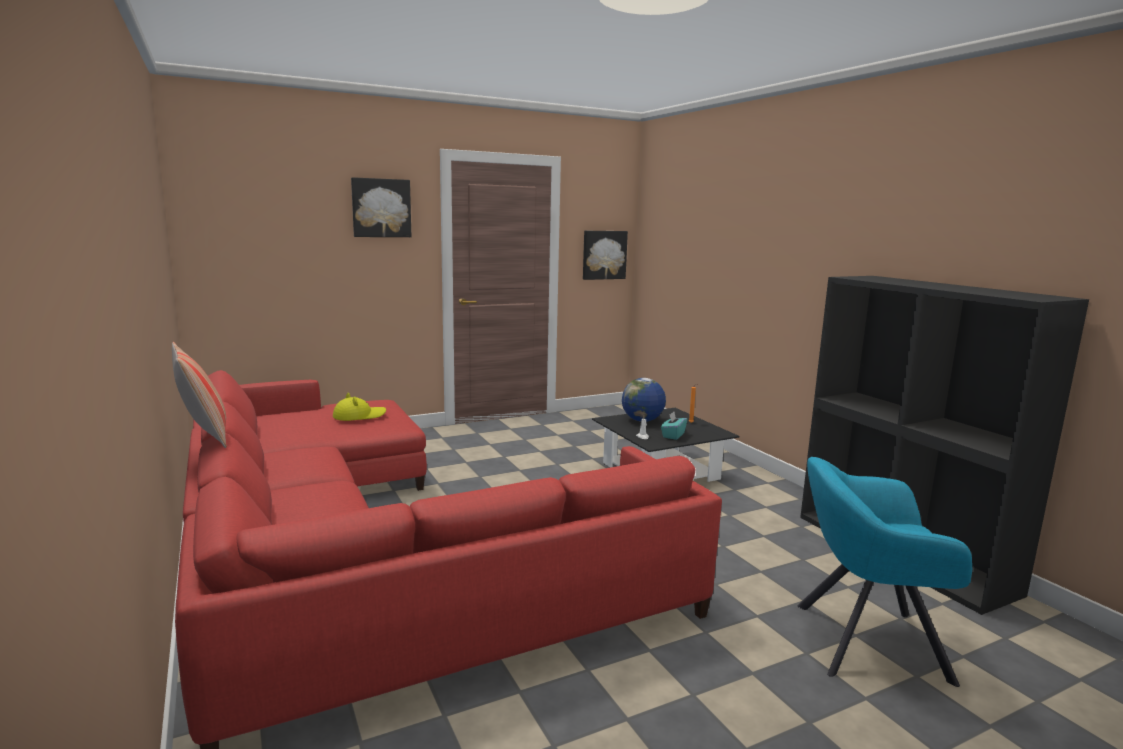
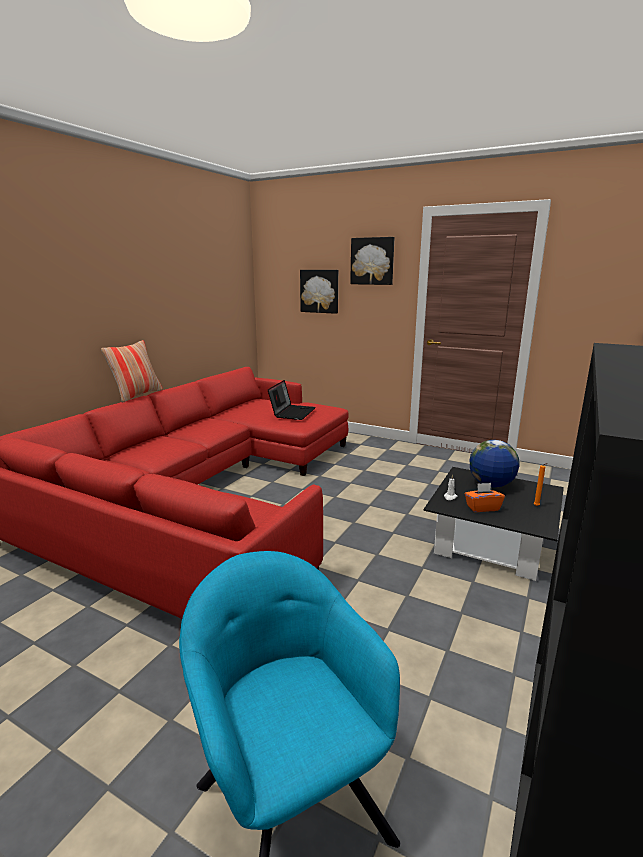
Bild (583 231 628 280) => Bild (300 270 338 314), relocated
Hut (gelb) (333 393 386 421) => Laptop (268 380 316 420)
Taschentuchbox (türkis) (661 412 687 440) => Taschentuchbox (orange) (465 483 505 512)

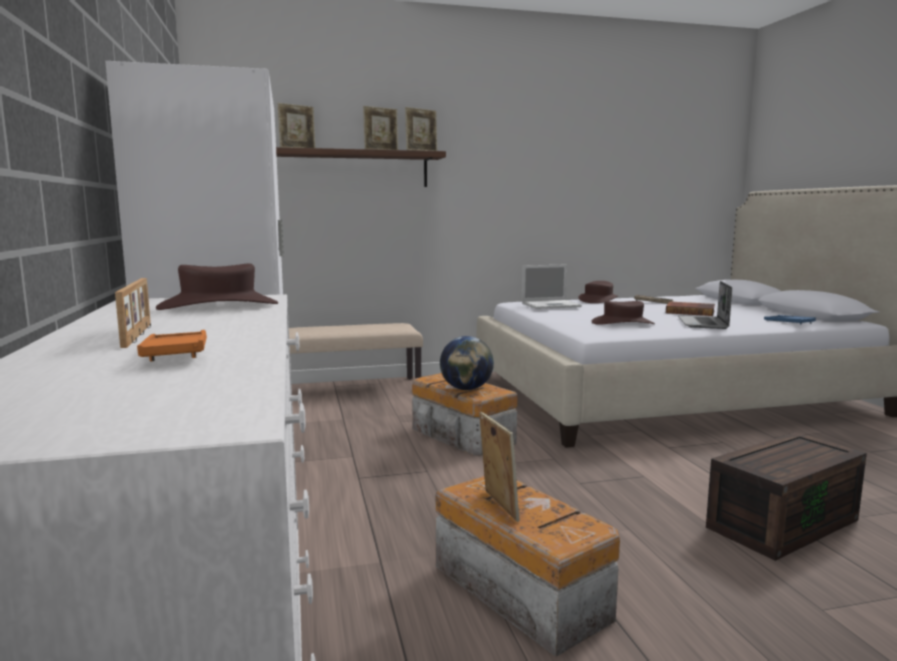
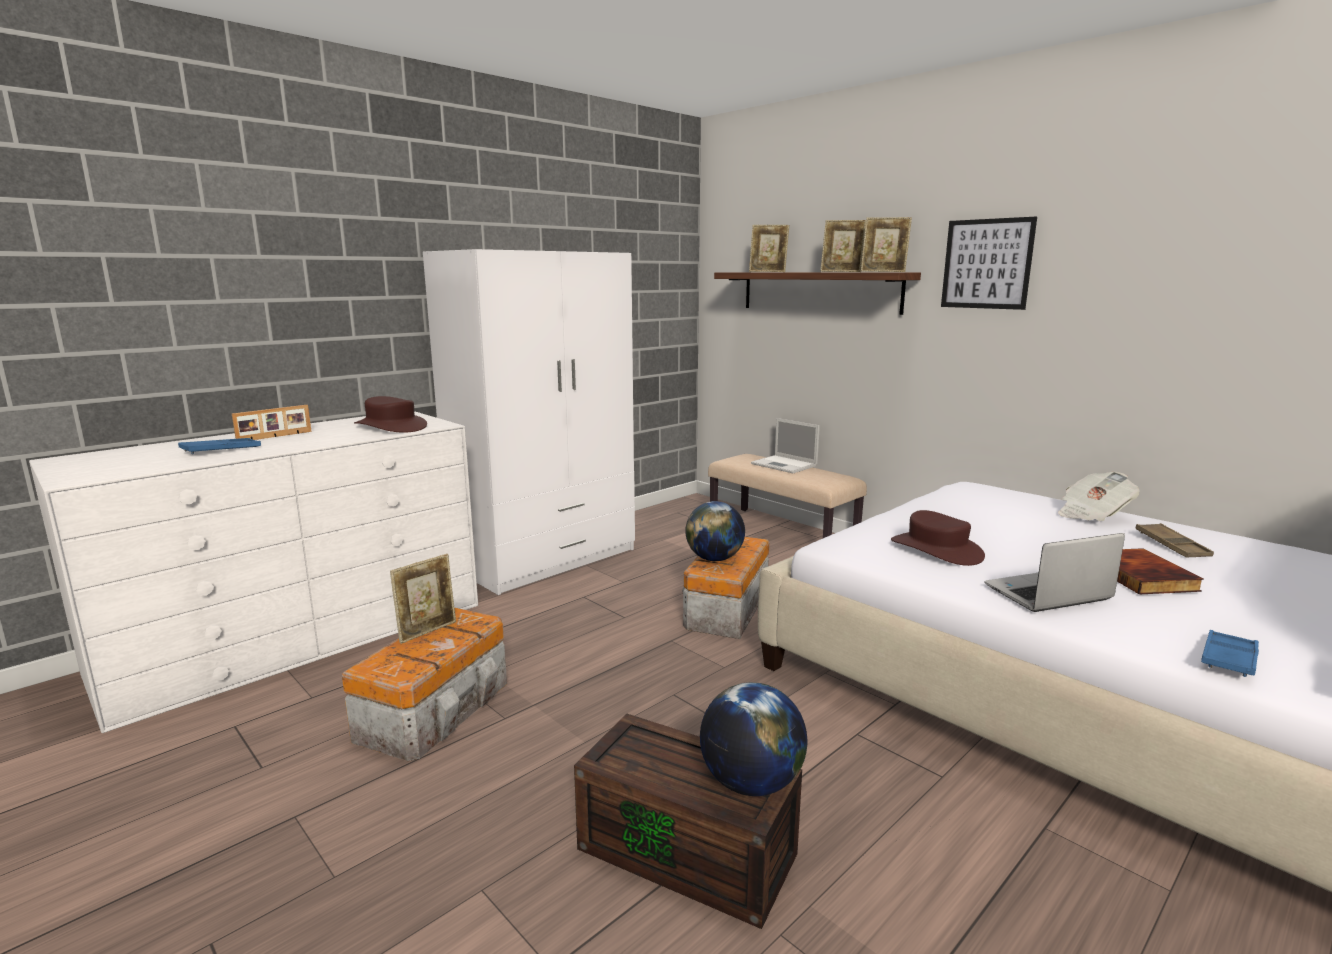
Laptop (522 264 582 309) => Laptop (751 418 820 473), relocated
Hut (braun) (578 281 618 303) => Zeitung (1058 472 1140 521)
Tablett (orange) (137 330 207 361) => Tablett (blau) (178 438 261 454)
nothing => Bild (941 217 1037 310)
nothing => Globus (700 682 807 796)

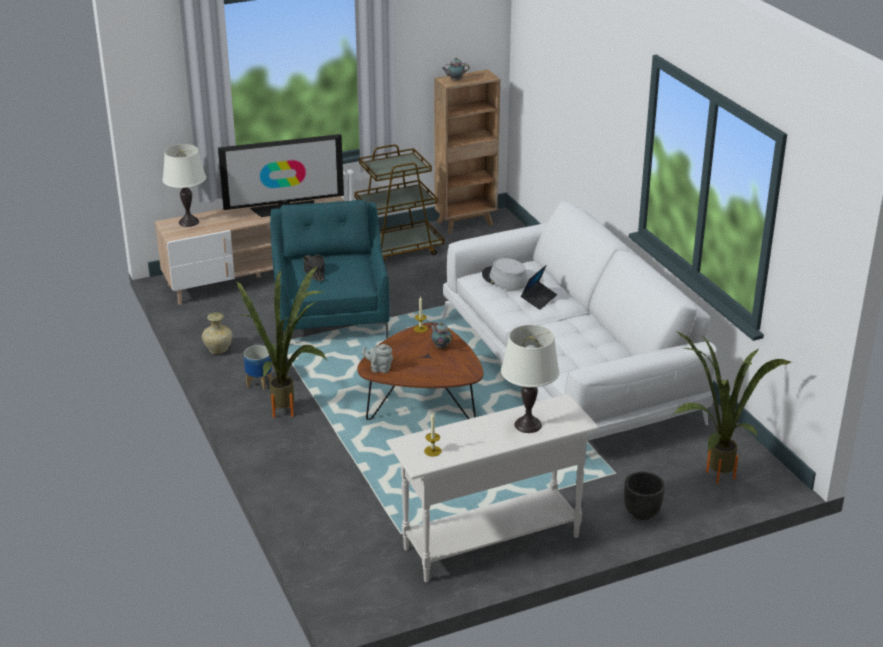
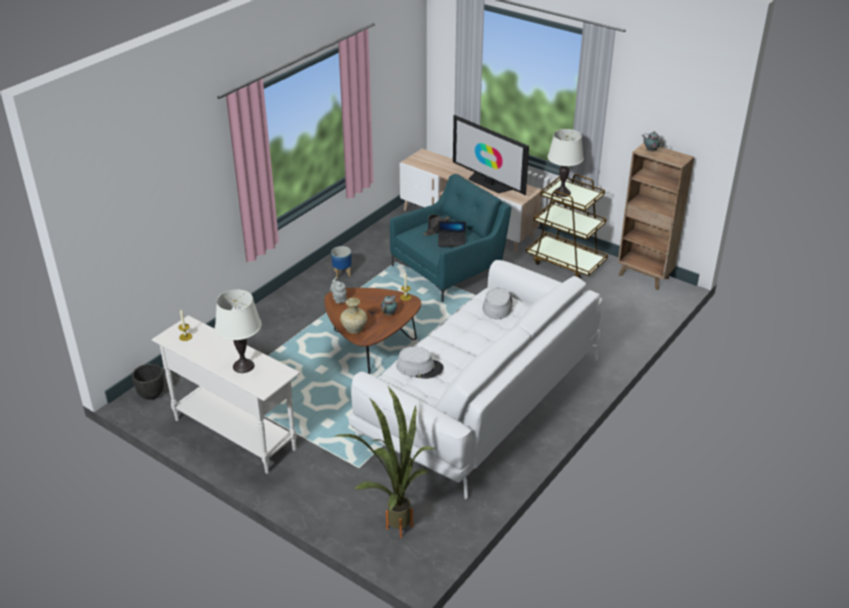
Tischlampe (weiß) (162 144 206 227) => Tischlampe (weiß) (548 129 584 197), relocated
Laptop (521 265 557 310) => Laptop (438 221 466 247), relocated
Topfpflanze (236 266 327 418) => nothing
Vase (beige) (202 313 233 354) => Vase (beige) (340 298 367 334), relocated
Pflanzkübel (schwarz) (624 472 665 520) => Pflanzkübel (schwarz) (132 364 164 400), relocated
nothing => Hut (grau) (396 347 443 379)

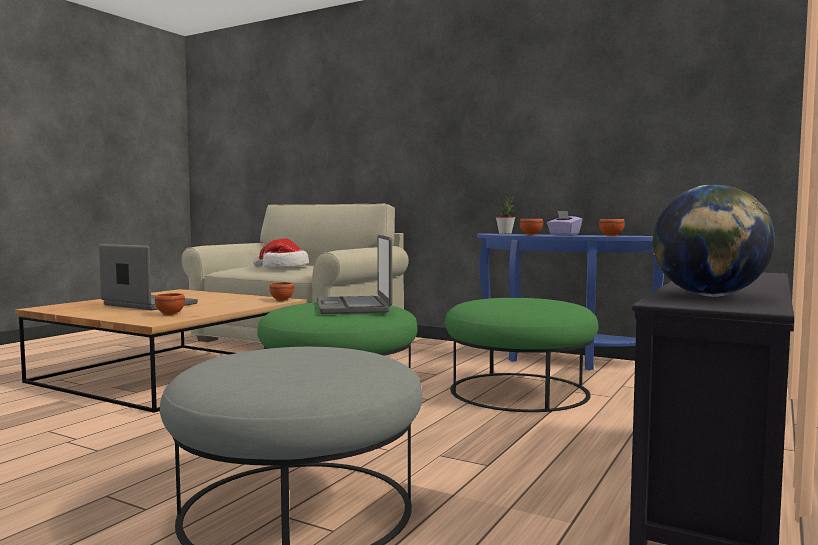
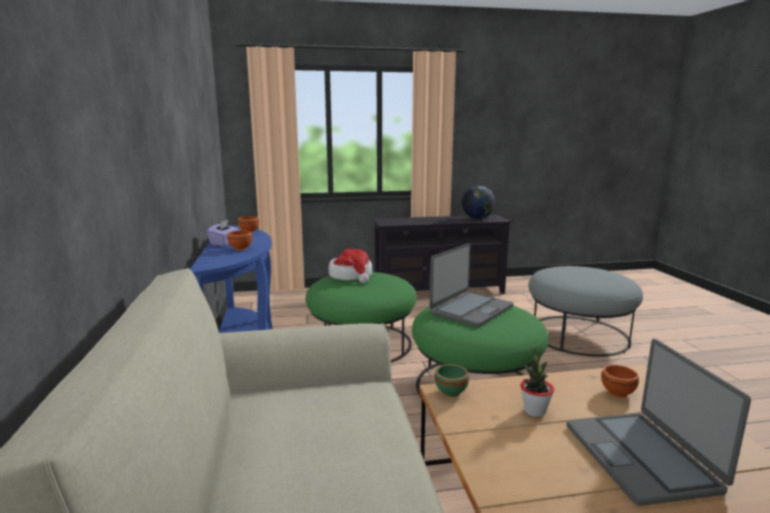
Topfpflanze (496 196 515 234) => Topfpflanze (520 348 554 417), relocated
Hut (253 238 309 267) => Hut (329 249 372 284), relocated
Schüssel (braun) (269 282 294 301) => Schüssel (grün) (435 364 469 398)

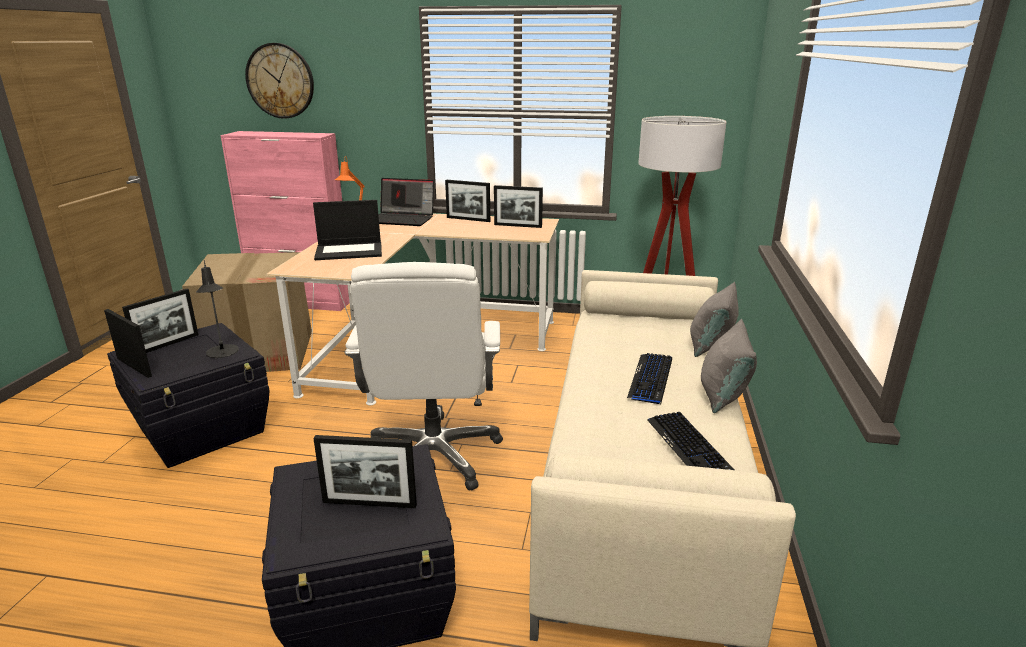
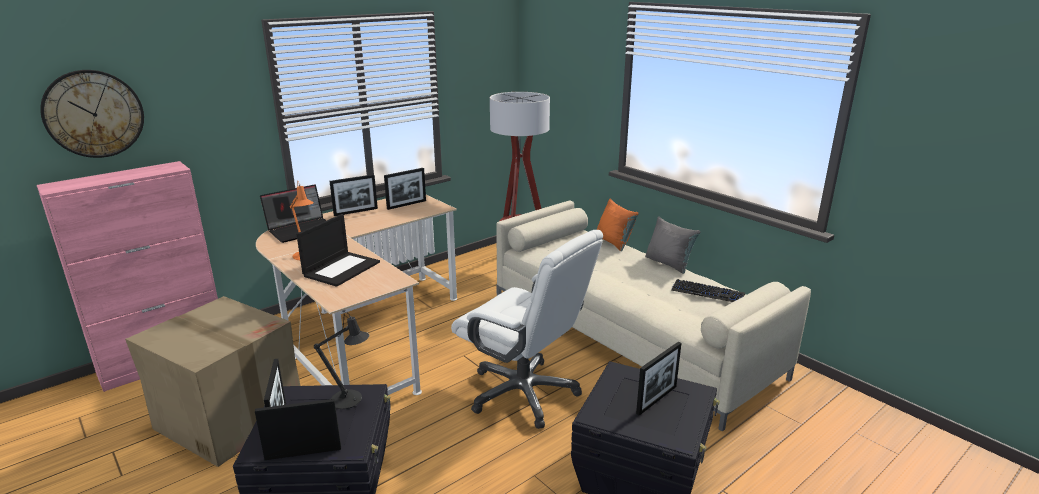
Kissen (grau) (690 282 739 357) => Kissen (orange) (597 198 639 251)
Tastatur (627 353 672 405) => nothing

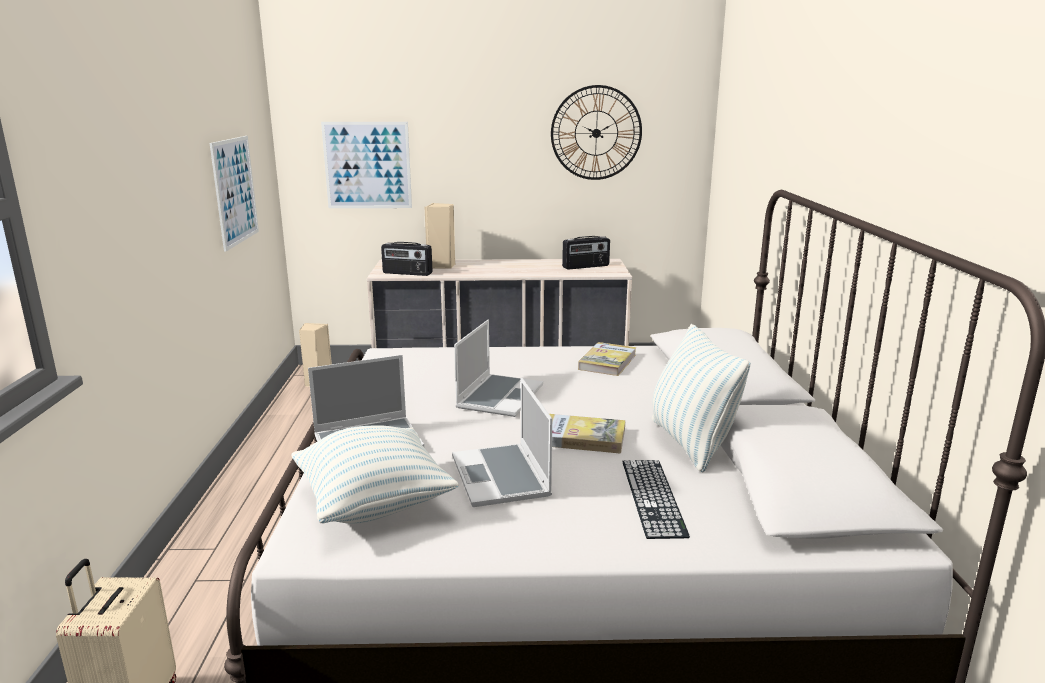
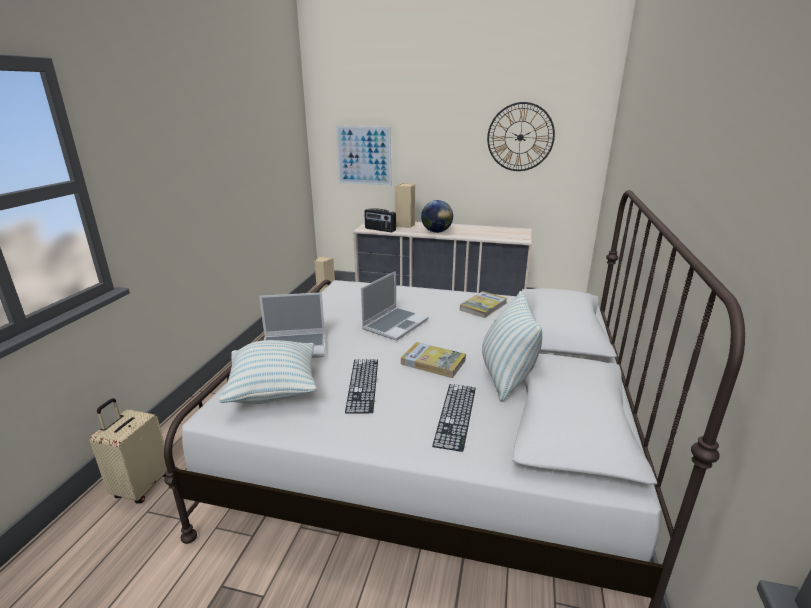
Bild (210 136 259 251) => nothing
Radio (562 236 610 270) => nothing
Laptop (452 378 552 507) => Tastatur (345 359 378 414)
nothing => Globus (421 200 453 233)

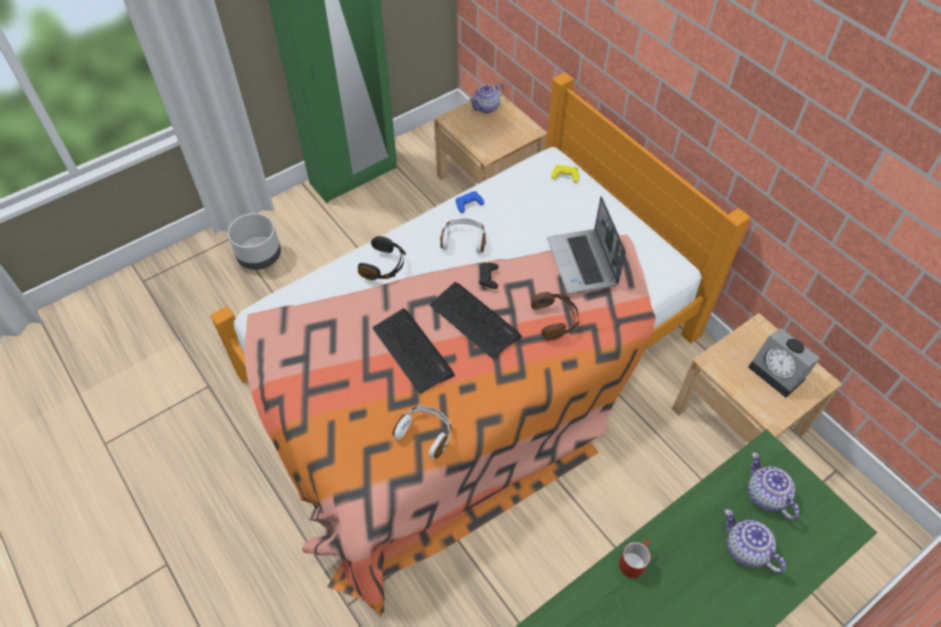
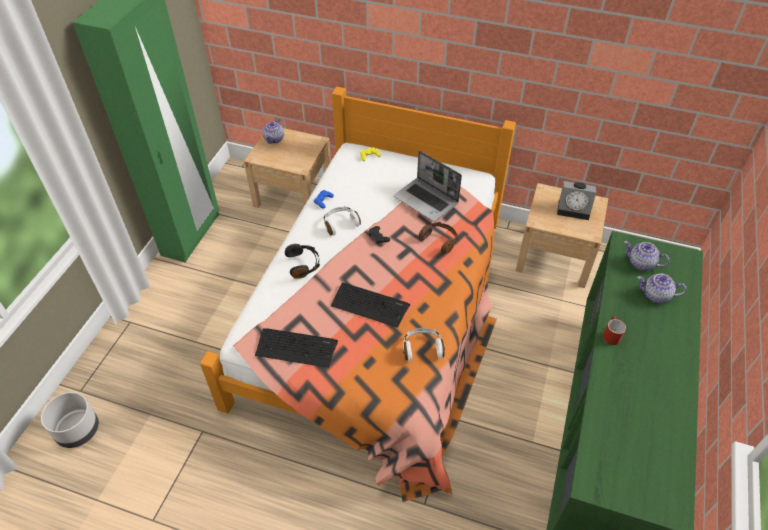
Pflanzkübel (grau) (228 213 281 270) => Pflanzkübel (grau) (41 392 99 448), relocated
Tastatur (429 282 522 359) => Tastatur (255 328 338 368), relocated

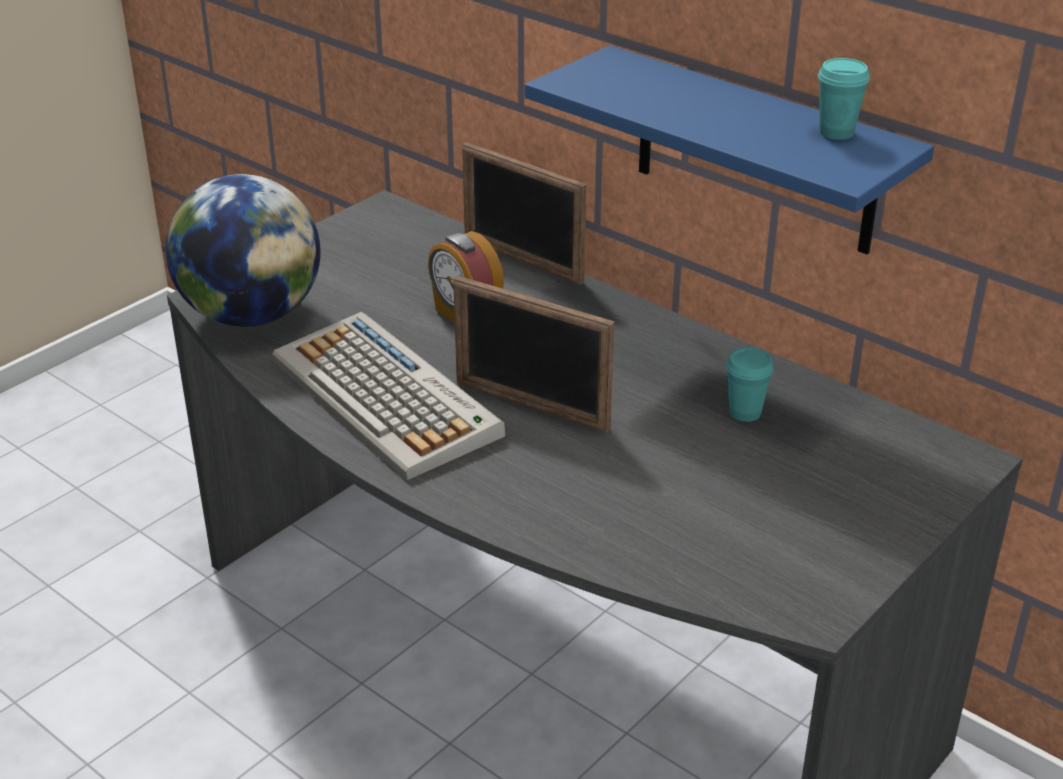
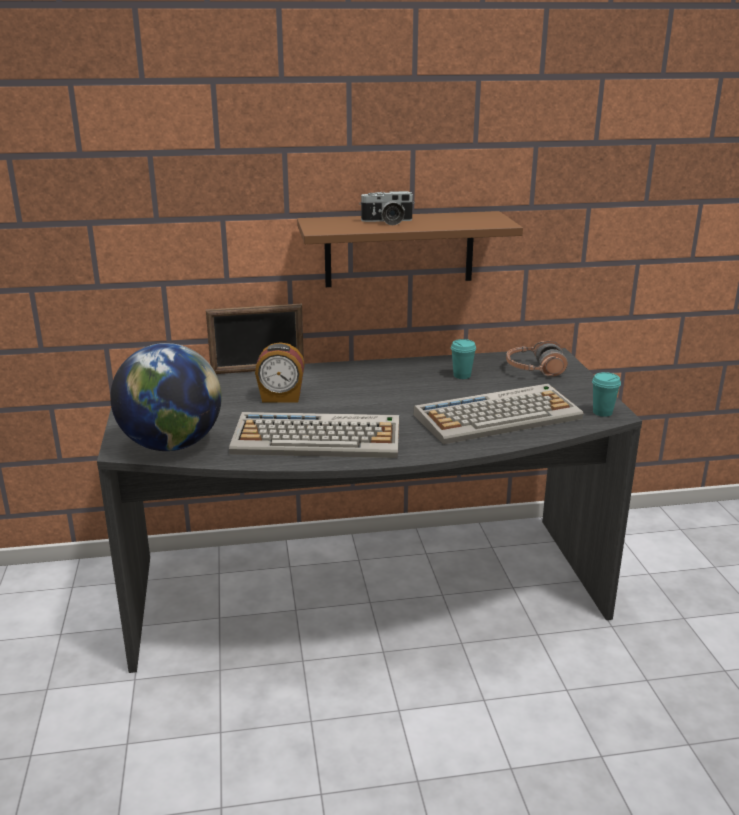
Wandregal (blau) (525 45 934 254) => Wandregal (braun) (297 211 523 287)
Tasse (türkis) (818 58 870 140) => Tasse (türkis) (592 372 621 417), relocated
Bilderrahmen (453 275 615 432) => nothing
nothing => Kamera (359 191 415 225)
nothing => Kopfhörer (506 341 568 377)
nothing => Tastatur (413 384 584 445)

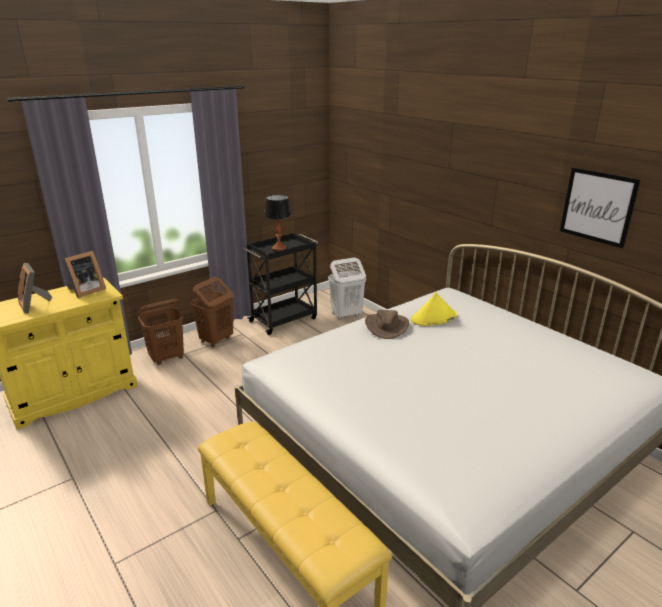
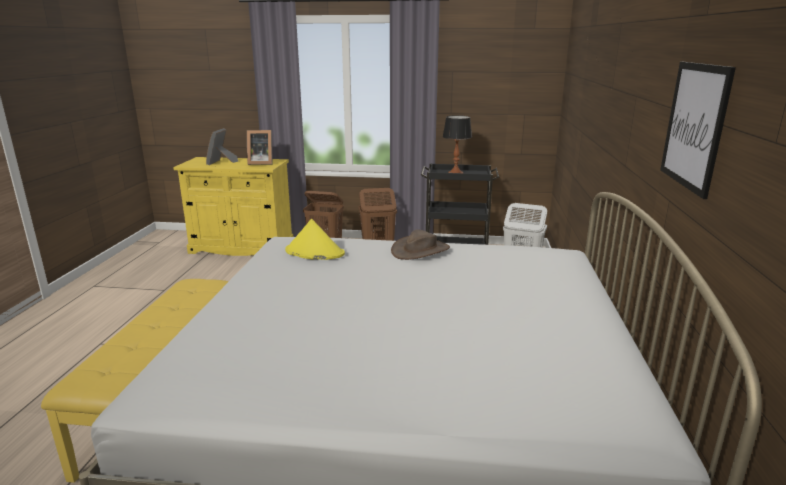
Hut (gelb) (411 293 457 326) => Hut (gelb) (285 219 345 260), relocated

